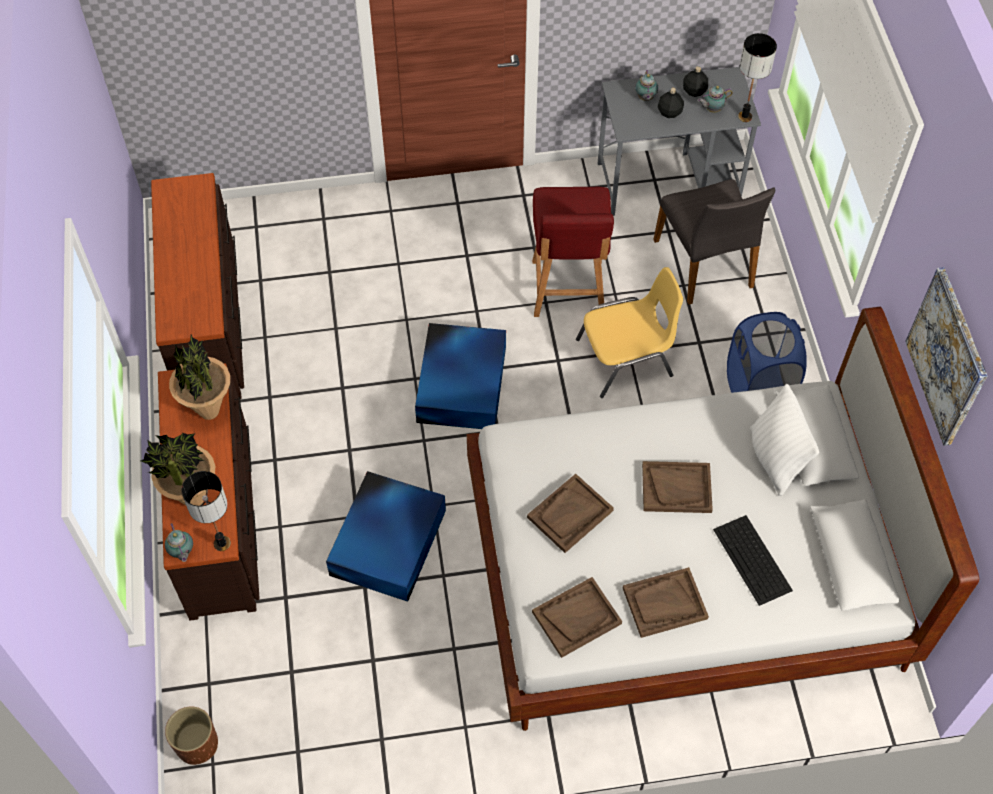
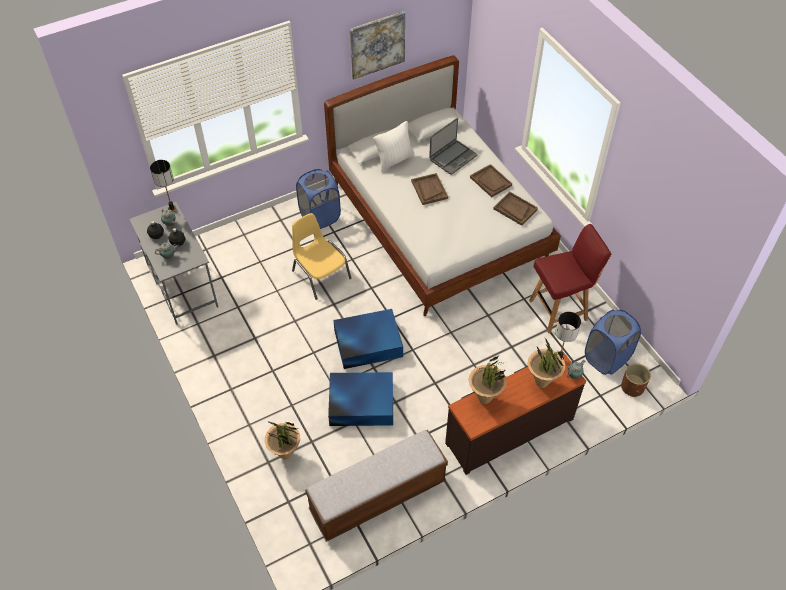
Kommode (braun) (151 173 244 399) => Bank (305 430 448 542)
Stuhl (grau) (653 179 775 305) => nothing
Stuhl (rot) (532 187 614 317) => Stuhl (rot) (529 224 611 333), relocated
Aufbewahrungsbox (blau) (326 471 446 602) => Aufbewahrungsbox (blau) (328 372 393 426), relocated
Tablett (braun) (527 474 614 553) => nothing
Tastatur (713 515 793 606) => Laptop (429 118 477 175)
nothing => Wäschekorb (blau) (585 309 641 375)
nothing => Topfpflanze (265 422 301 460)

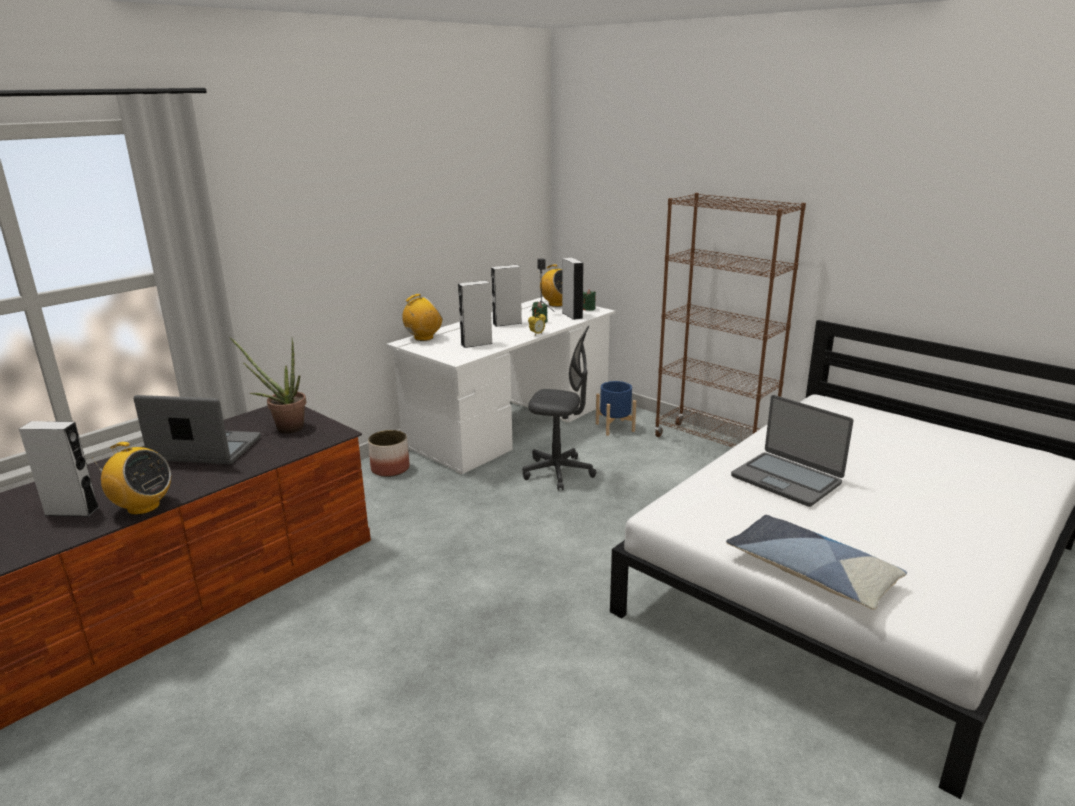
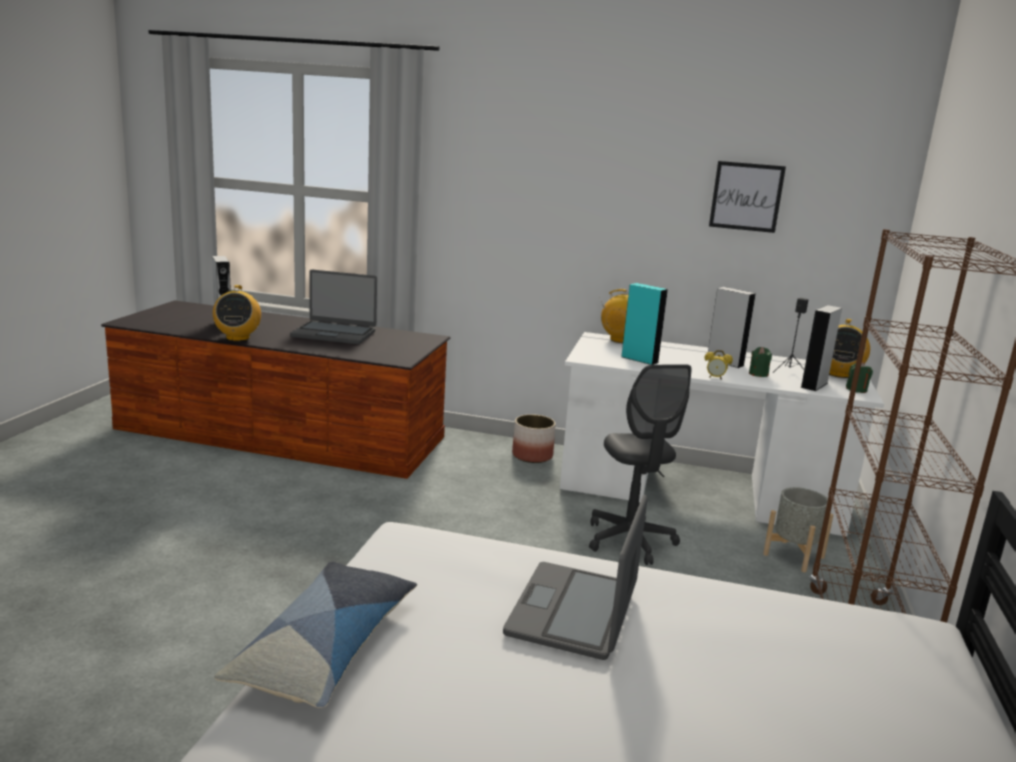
Lautsprecher (grau) (458 280 493 348) => Lautsprecher (türkis) (621 283 668 365)
Topfpflanze (229 337 306 433) => nothing
Pflanzkübel (blau) (596 381 636 436) => Pflanzkübel (grau) (763 487 833 572)
Laptop (133 395 261 464) => Laptop (290 270 377 344), 120 degrees clockwise
nothing => Bild (709 161 786 233)

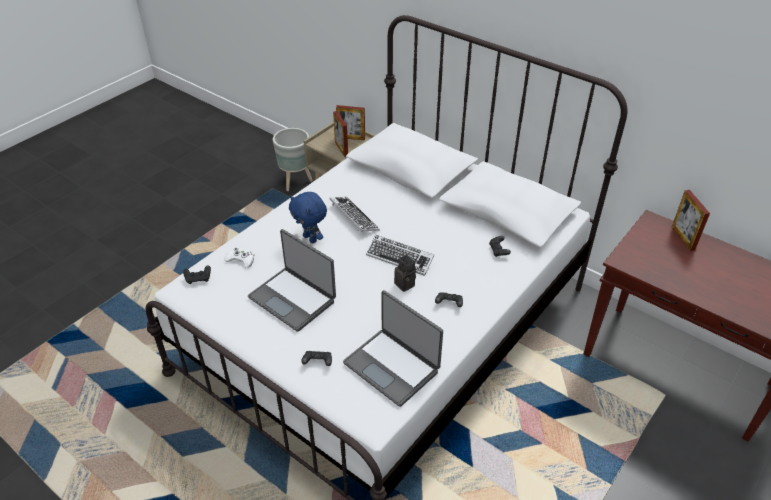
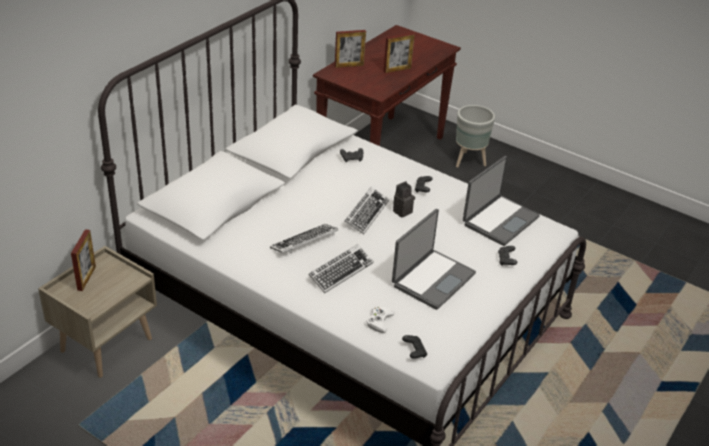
Bilderrahmen (333 111 348 157) => Bilderrahmen (383 33 415 73), relocated
Pflanzkübel (grau) (273 128 313 191) => Pflanzkübel (grau) (456 105 495 167), relocated
Plüschtier (blau) (289 192 327 243) => Tastatur (308 244 374 293)

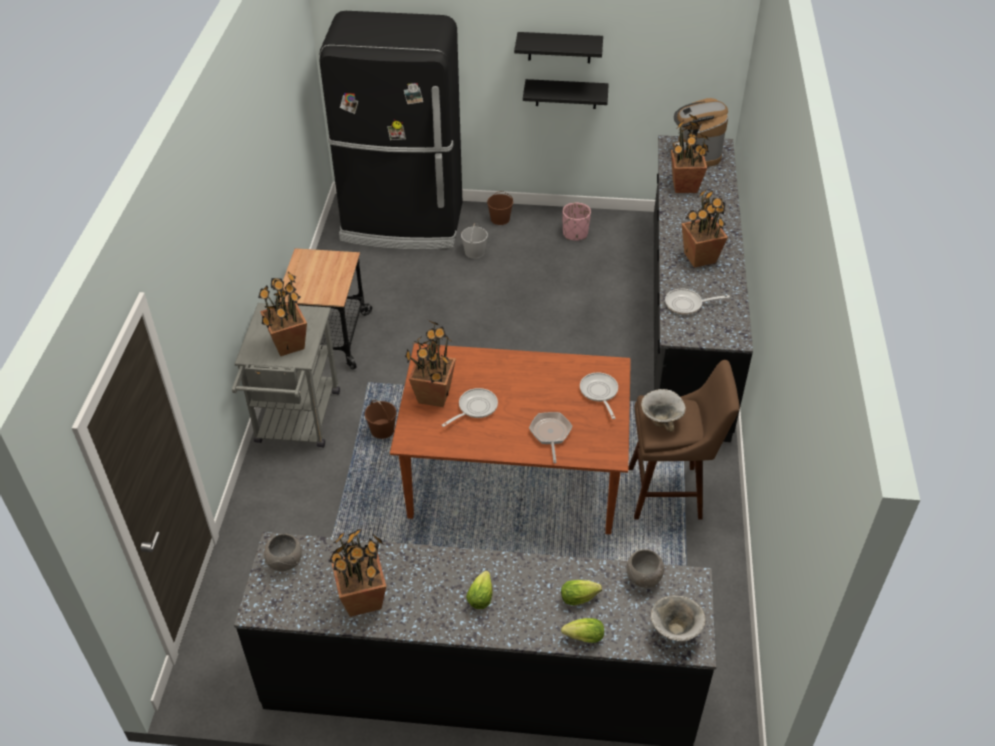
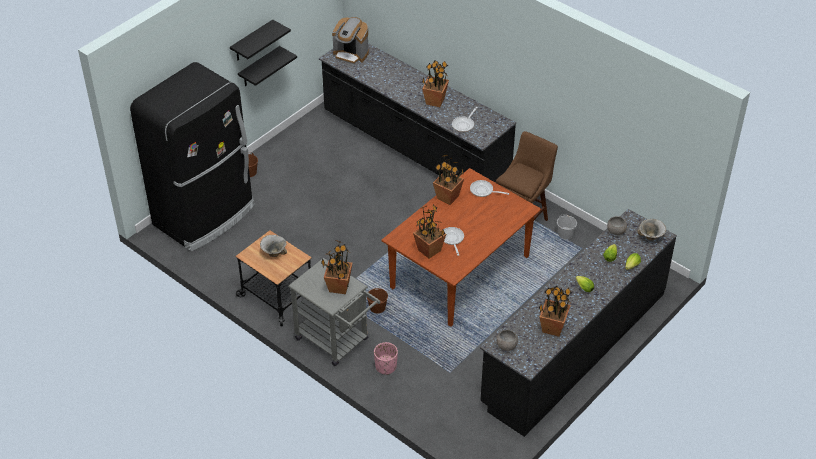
Topfpflanze (671 114 709 193) => Topfpflanze (433 155 464 205), relocated
Pflanzkübel (rosa) (563 202 591 241) => Pflanzkübel (rosa) (374 342 398 375), relocated
Eimer (weiß) (461 223 488 259) => Eimer (weiß) (557 215 577 240), relocated
Schüssel (641 389 686 432) => Schüssel (260 235 287 257), relocated
Pfanne (529 412 572 464) => nothing

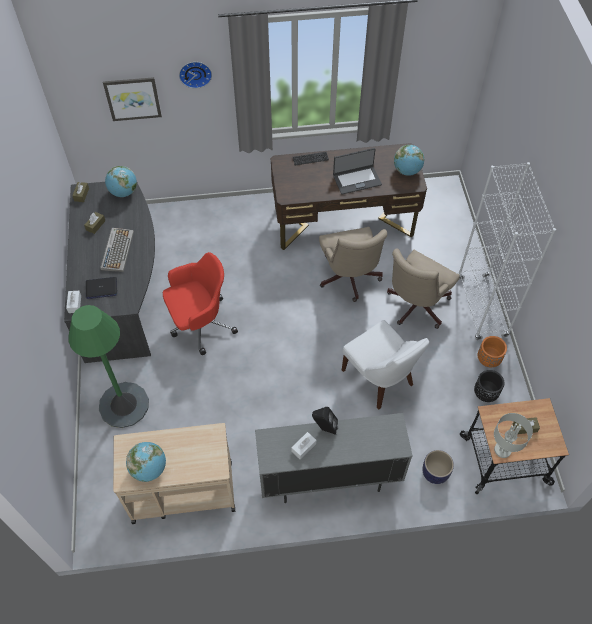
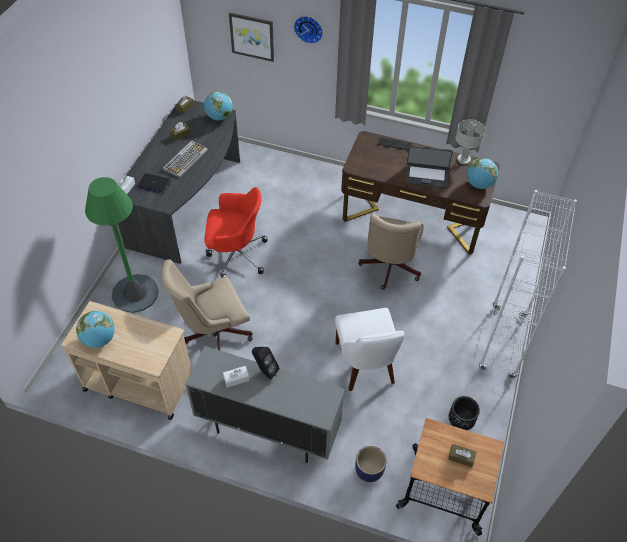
Bürostuhl (beige) (387 248 460 329) => Bürostuhl (beige) (161 259 253 350), relocated
Pflanzkübel (orange) (478 336 507 367) => nothing
Tischlampe (grau) (494 413 533 458) => Tischlampe (grau) (456 119 485 164), relocated

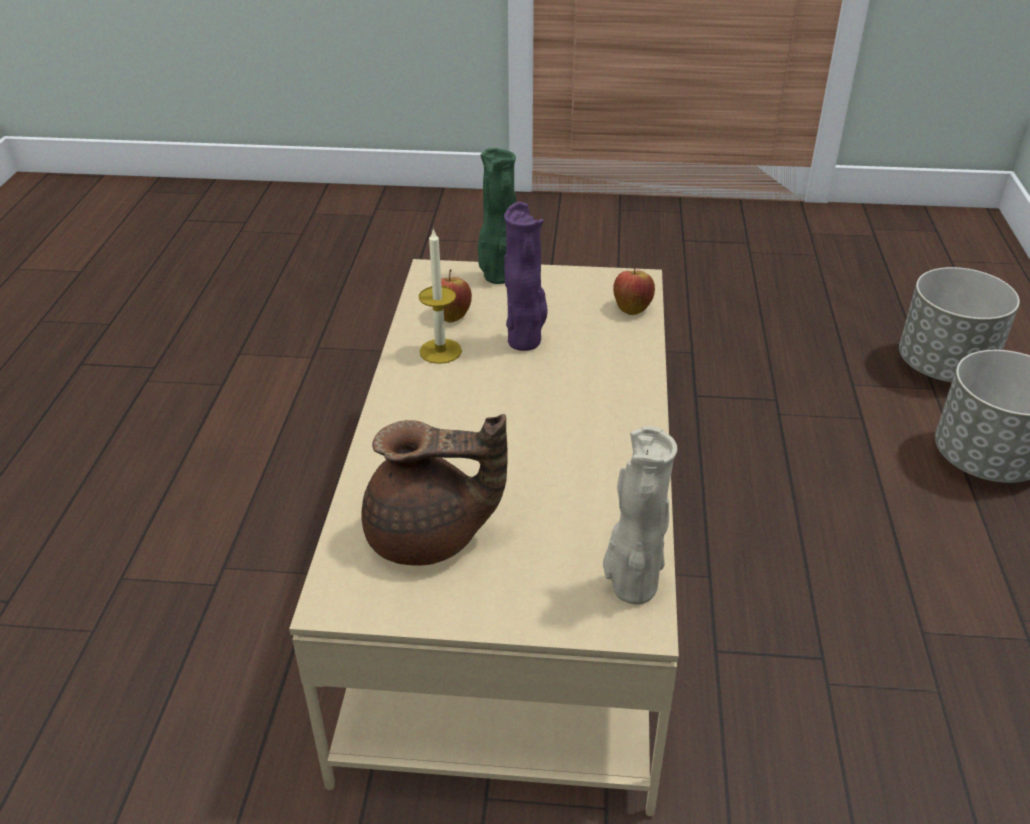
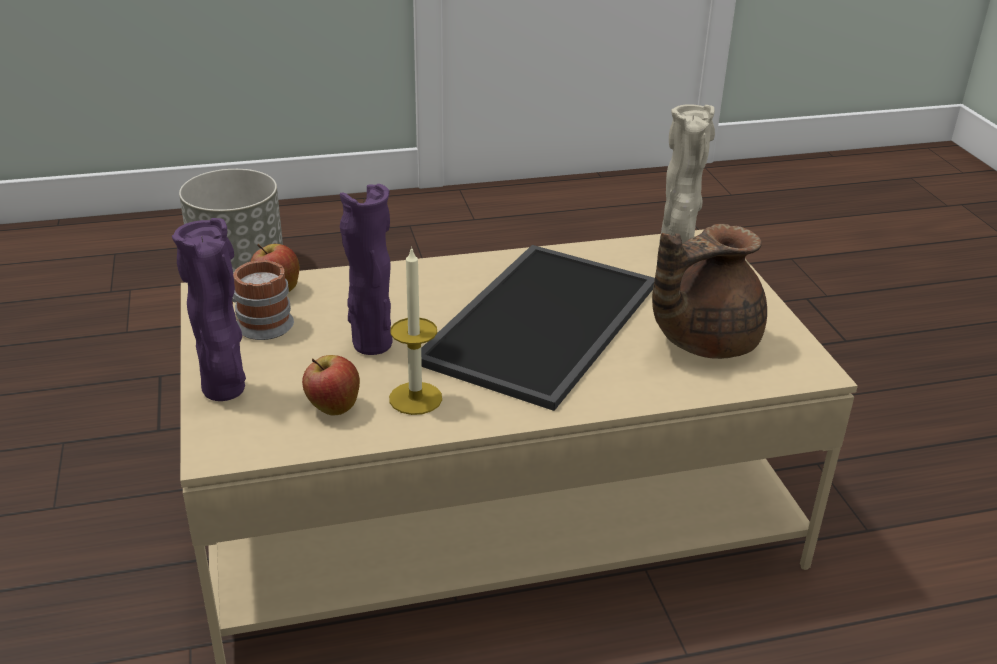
Vase (grün) (478 148 516 284) => Vase (lila) (172 218 246 401)
Pflanzkübel (grau) (899 267 1020 382) => nothing
Teekanne (braun) (361 414 508 566) => Teekanne (braun) (652 224 767 359), 105 degrees counterclockwise
nothing => Tablett (421 245 655 411)
nothing => Henkelbecher (232 260 294 340)

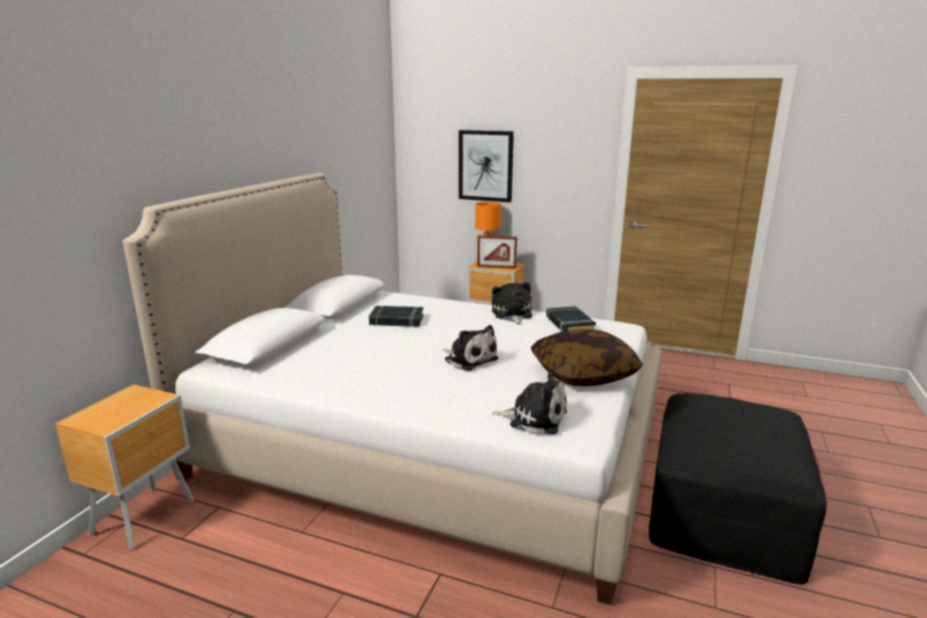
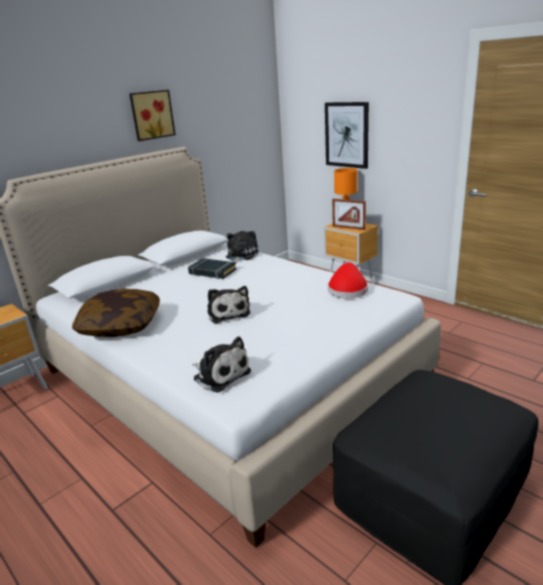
Plüschtier (492 282 532 325) => Plüschtier (226 231 259 265), relocated
Buch (schwarz) (546 306 596 332) => Hut (rot) (328 262 368 298)
Kissen (531 329 643 386) => Kissen (72 289 160 337), relocated
nothing => Bild (129 90 176 141)

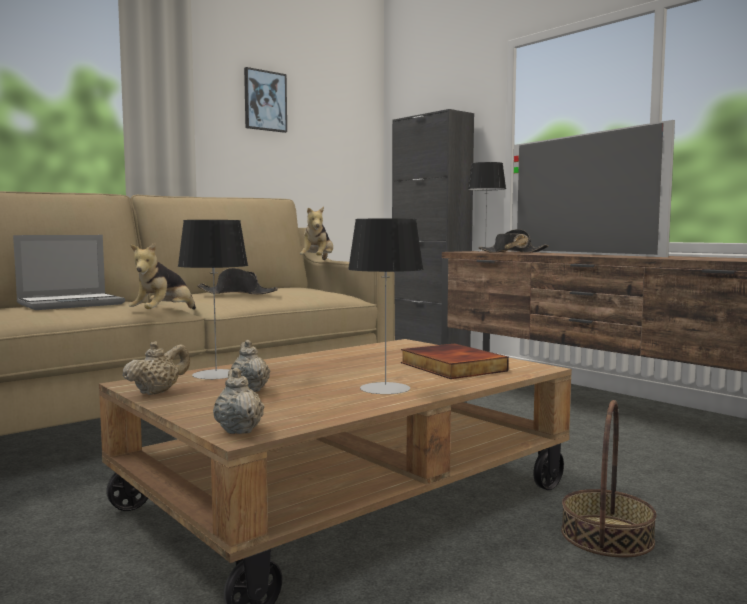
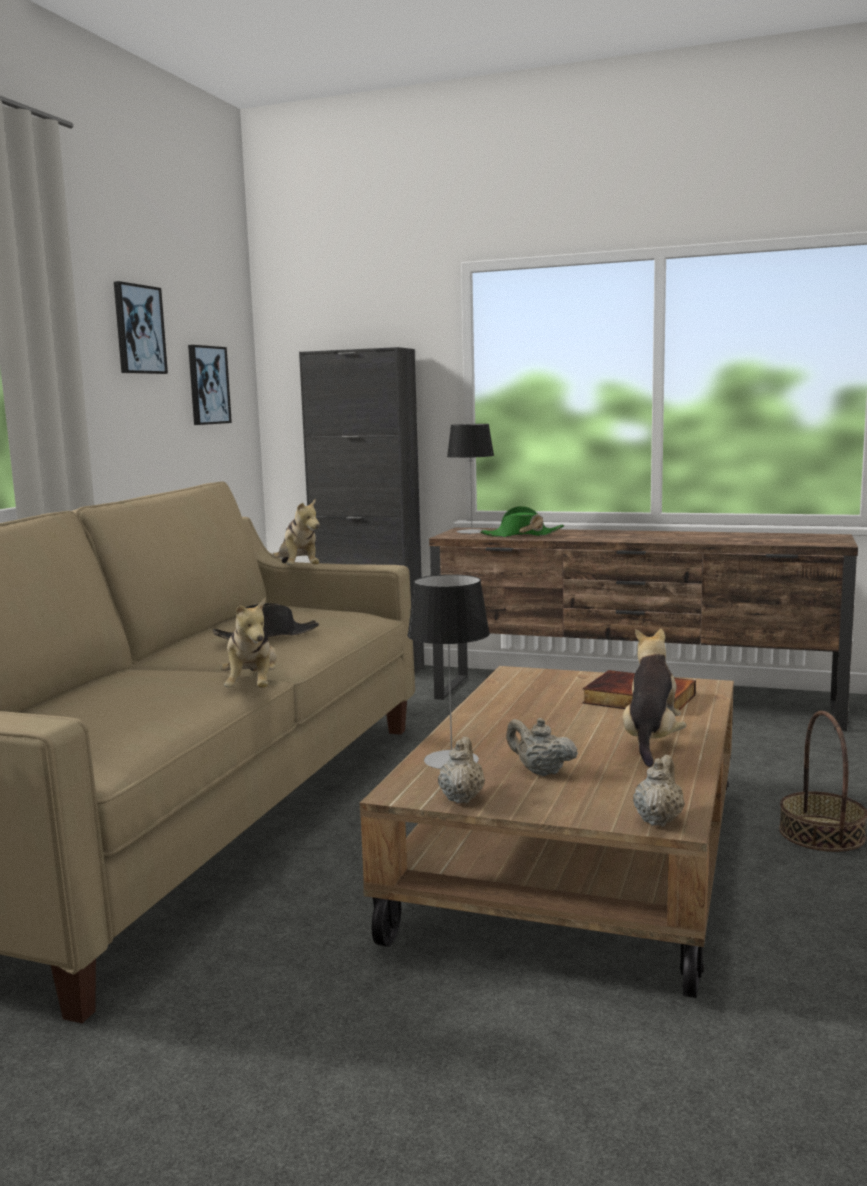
Fernseher (512 120 675 257) => nothing
Tischlampe (348 218 423 394) => Plüschtier (623 629 687 767)
Hut (schwarz) (479 229 549 253) => Hut (grün) (480 506 564 537)
Laptop (13 235 125 310) => nothing
Teekanne (beige) (213 367 265 434) => Teekanne (beige) (633 755 685 827), 75 degrees clockwise
nothing => Bild (188 345 232 425)

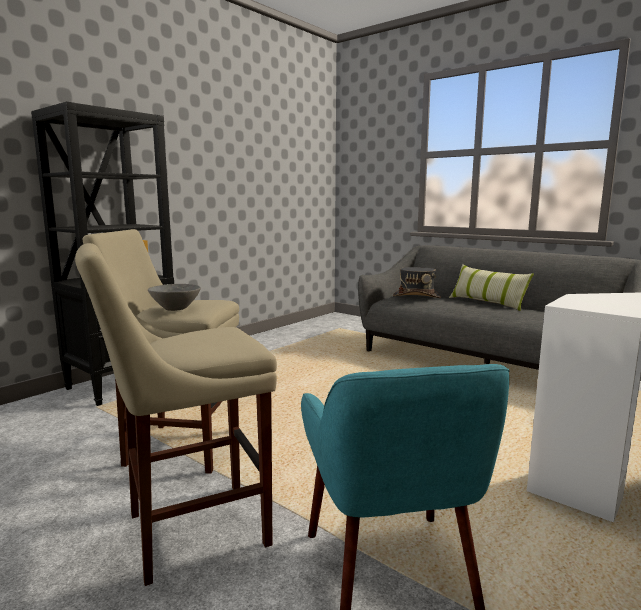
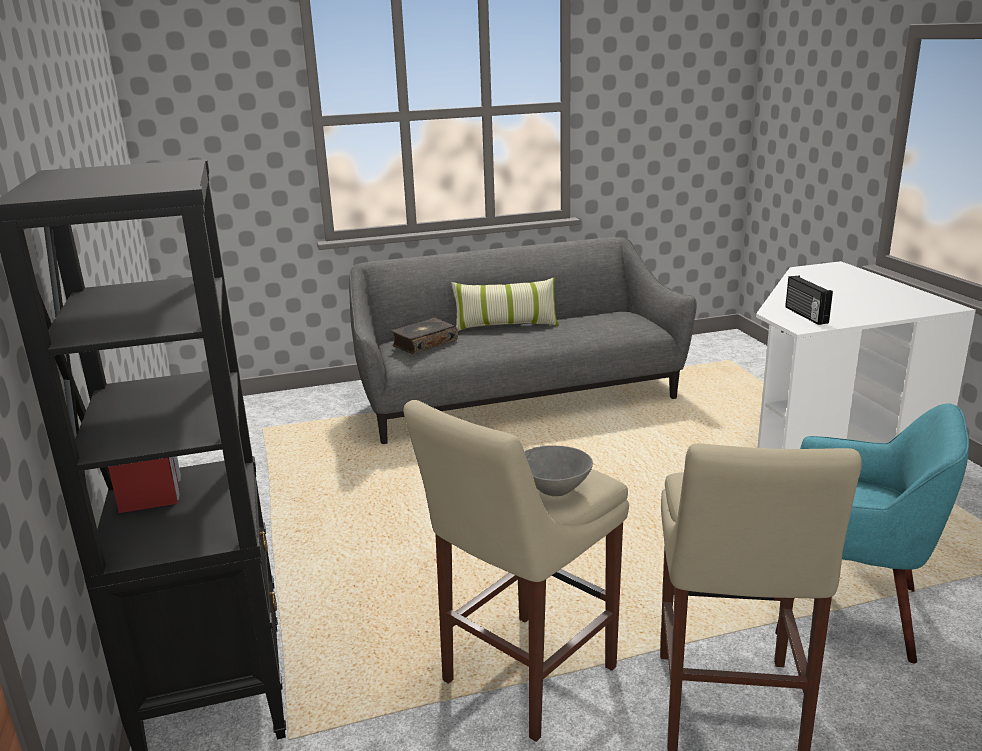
Hut (grau) (393 267 441 298) => Buch (391 317 458 354)
nothing => Radio (785 276 833 325)

